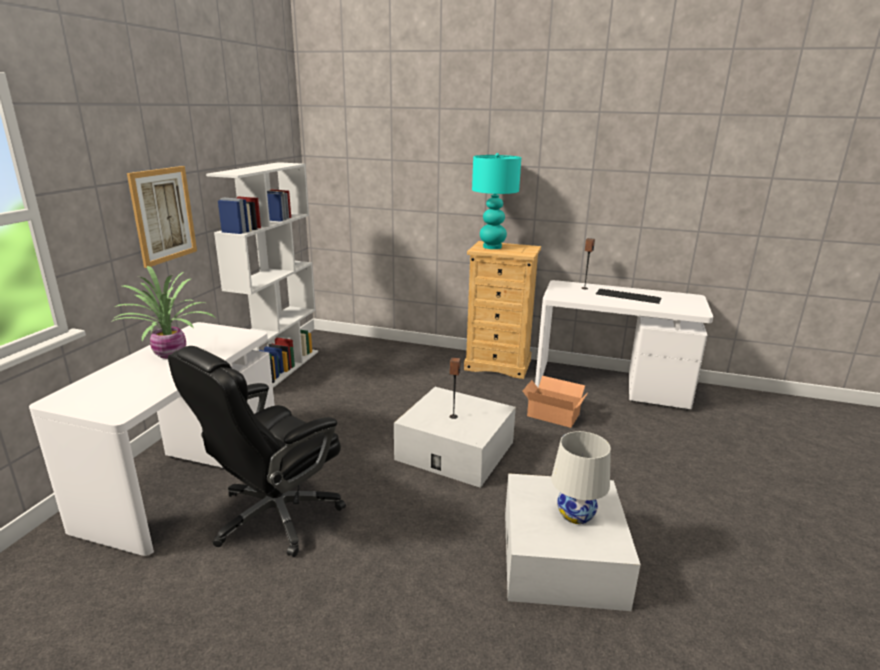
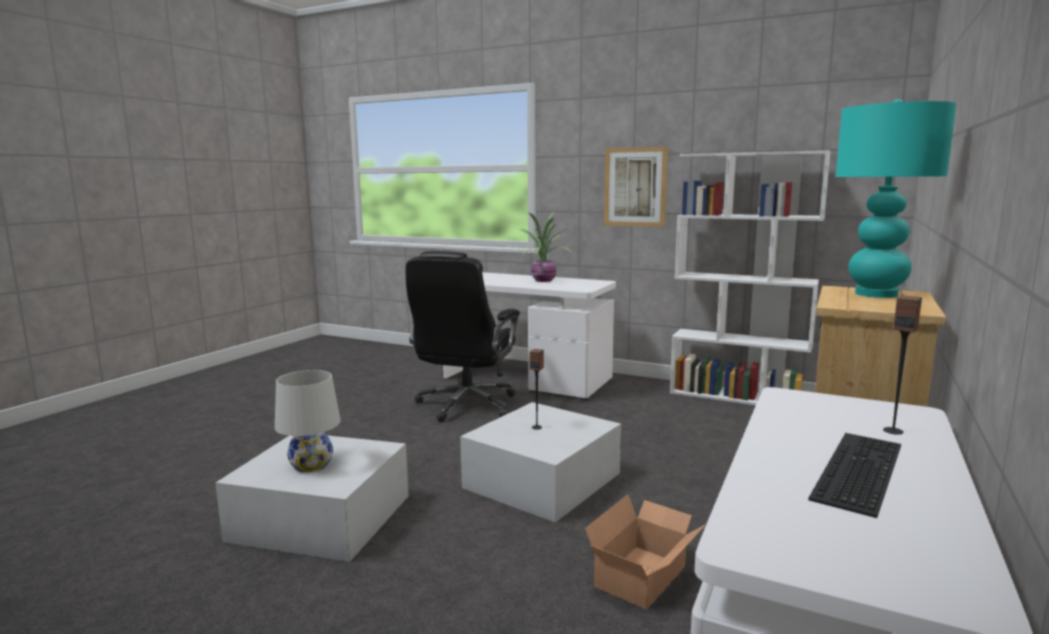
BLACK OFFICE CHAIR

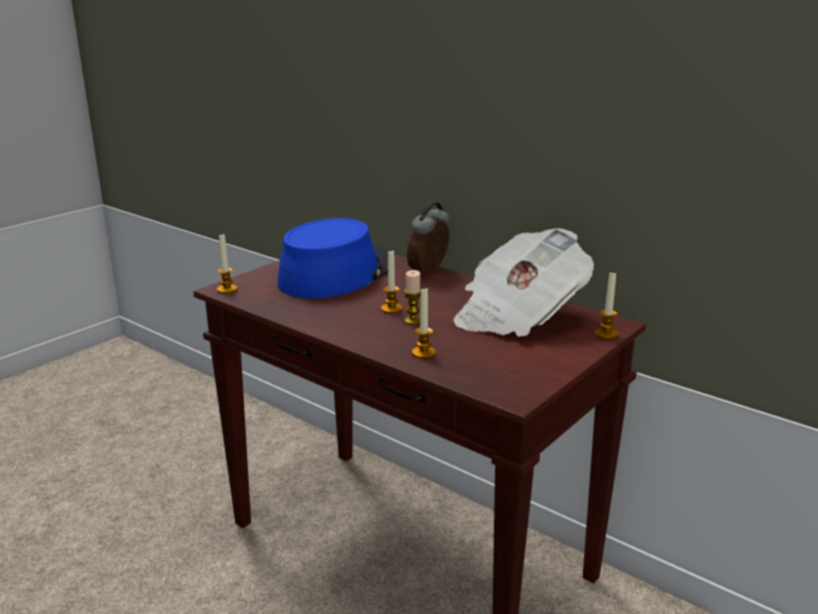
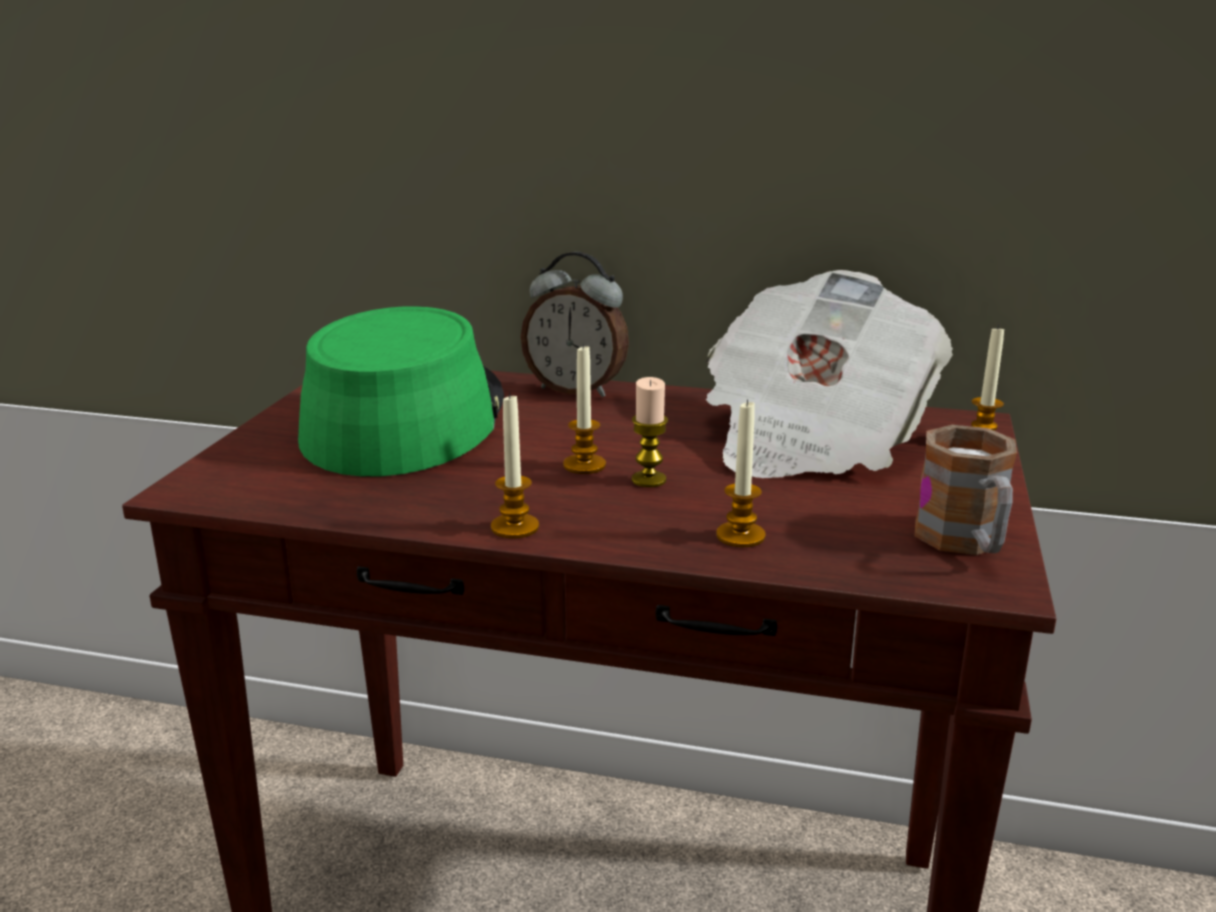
CANDLE (no. 1 from left)
GREEN HAT
ALARM CLOCK
MUG

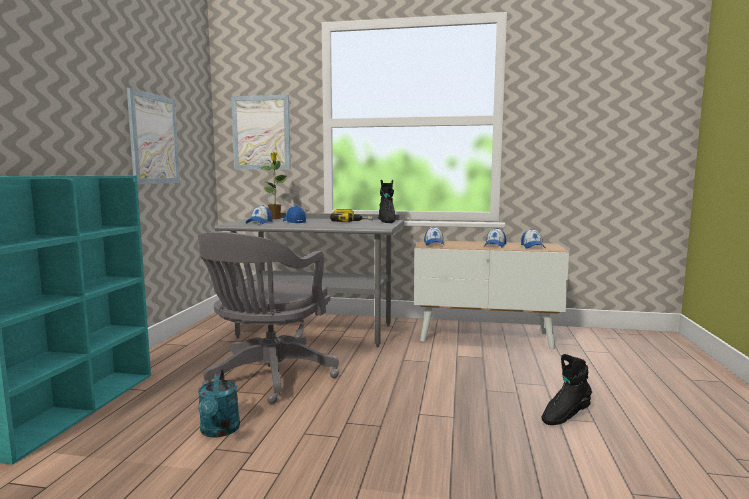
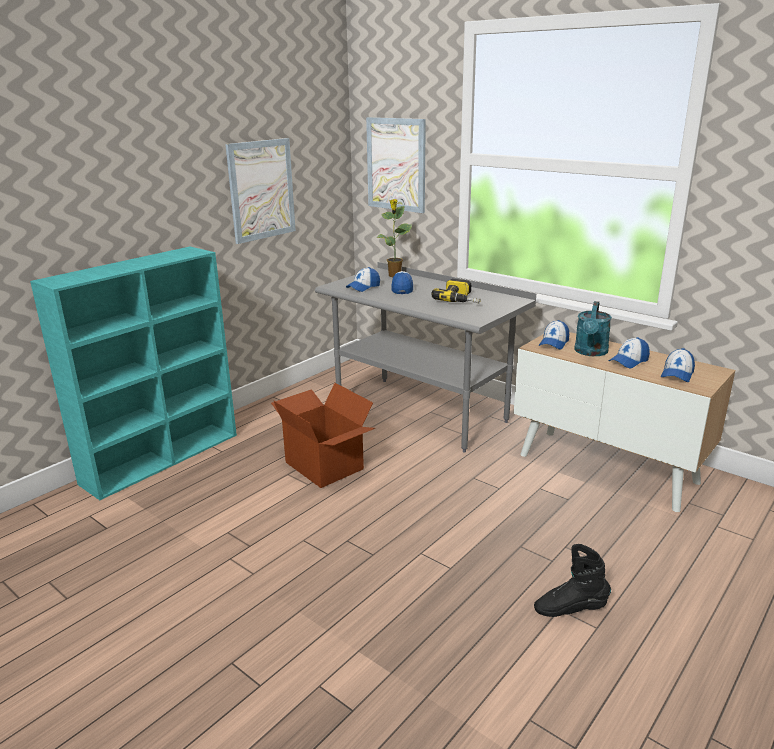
CARDBOARD BOX
TURQUOISE WATERING CAN
BLACK BOOT (no. 1 from left in the first image)

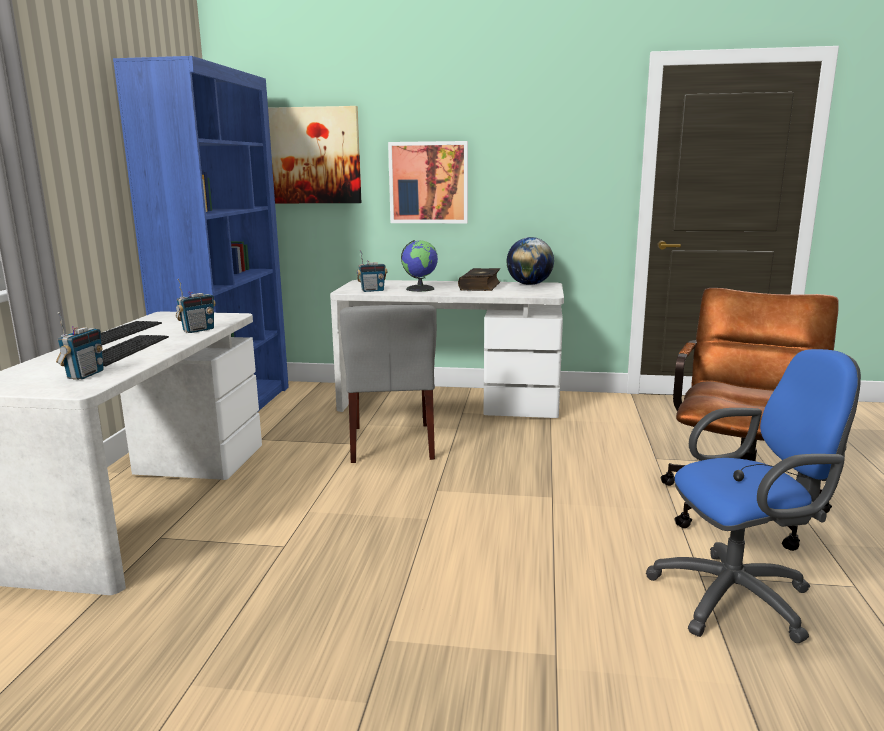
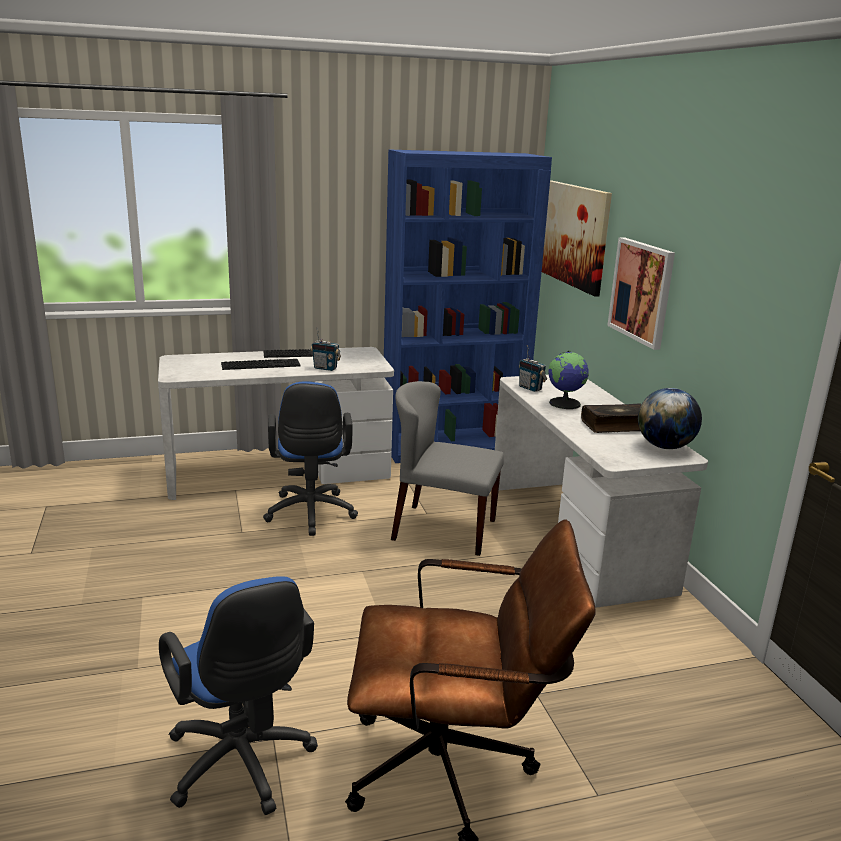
RADIO (no. 1 from left in the first image)
GREY CHAIR
BLUE OFFICE CHAIR (no. 2 from left)

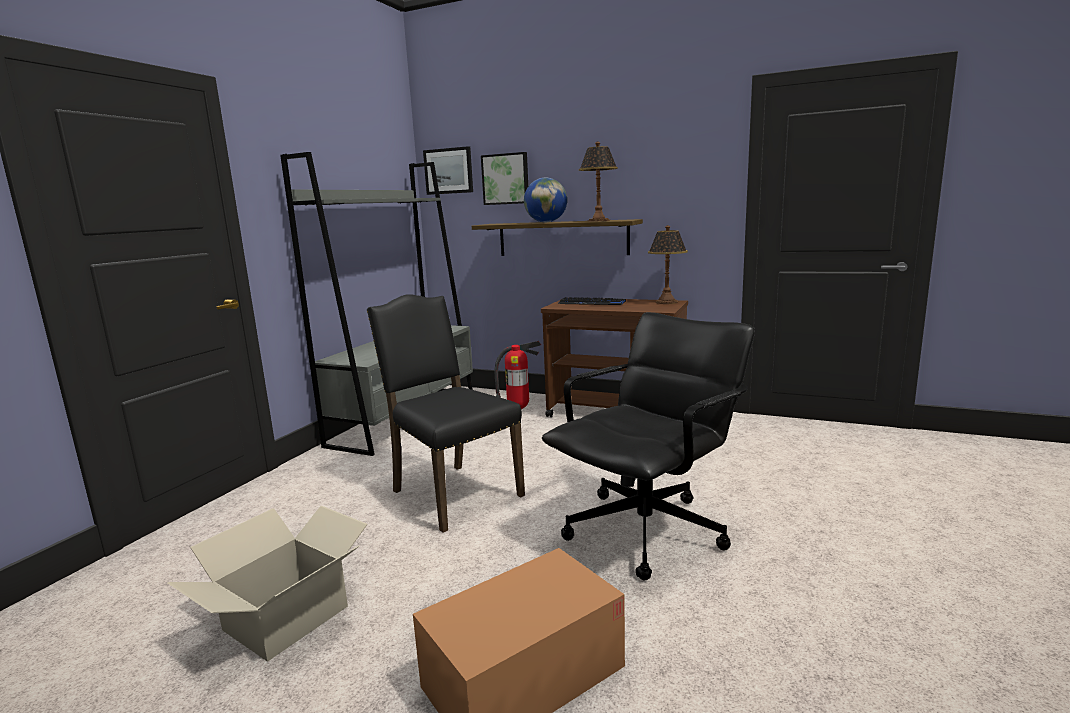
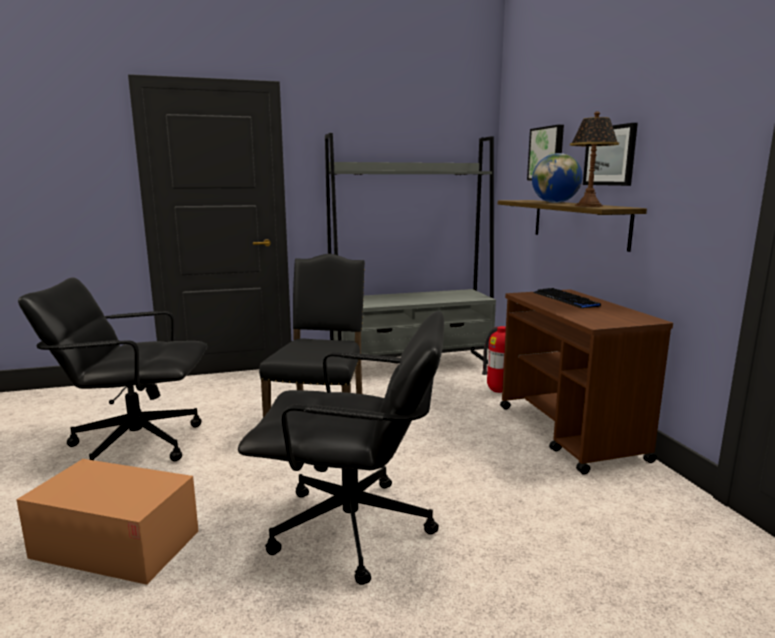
BLACK OFFICE CHAIR (no. 1 from left)
PICTURE (no. 2 from left)
TABLE LAMP (no. 2 from left in the first image)

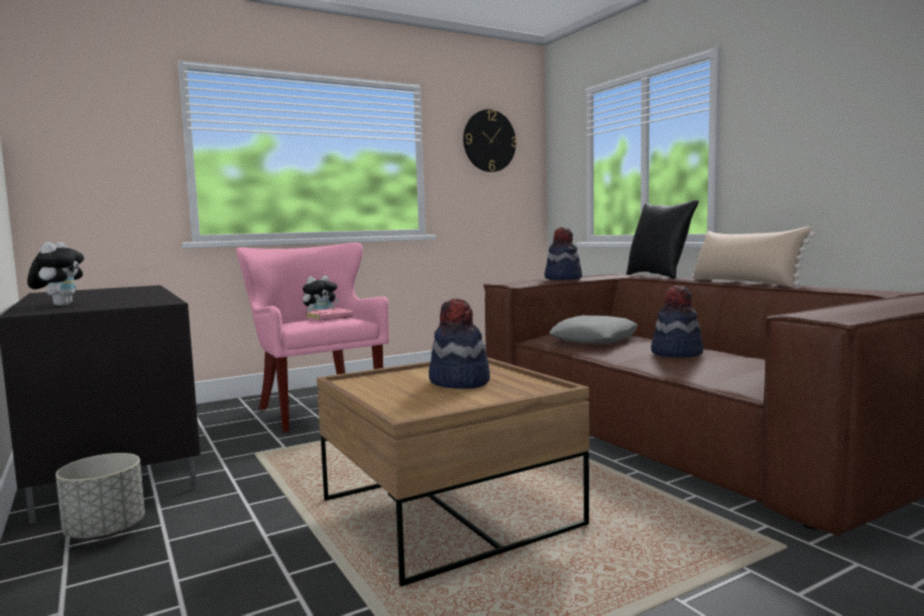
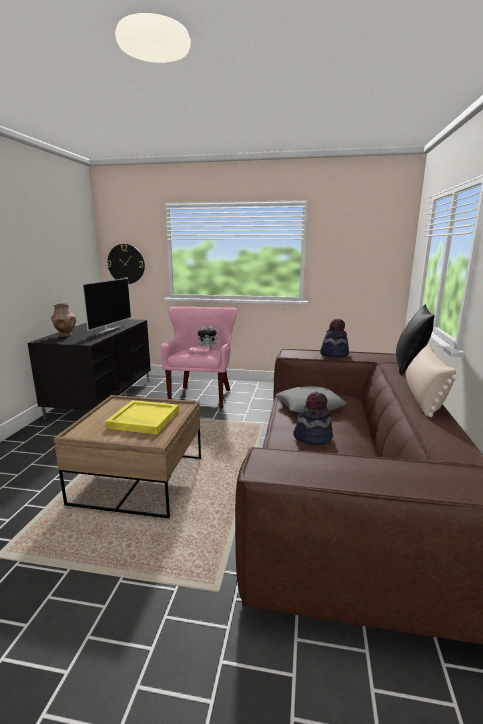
BROWN VASE
GREY PLANTER
YELLOW TRAY
WALL CLOCK
TELEVISION

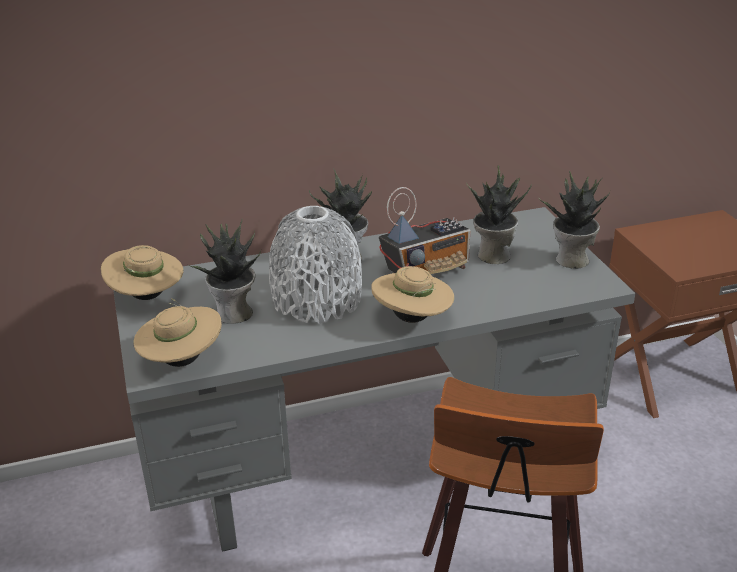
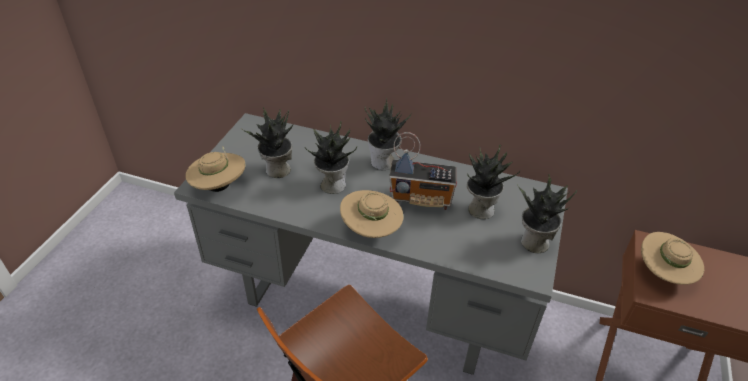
BEIGE HAT (no. 3 from left)
POTTED PLANT (no. 2 from left)

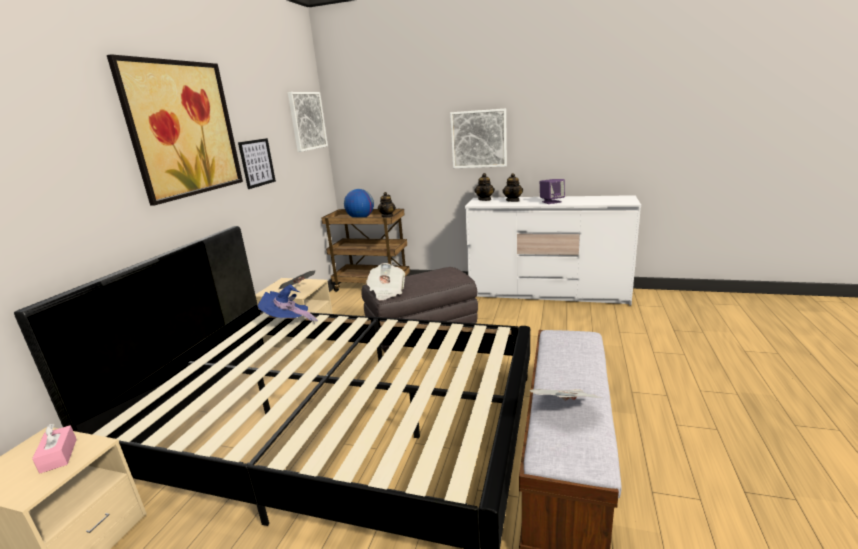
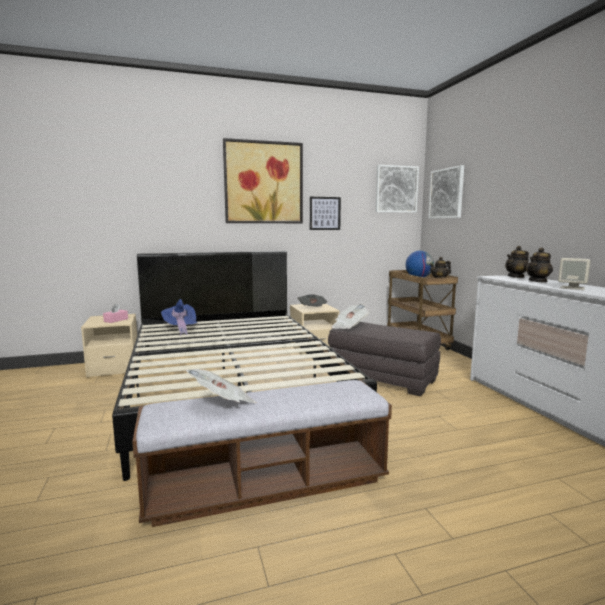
BLUE HAT
PICTURE (no. 4 from left)
BEIGE SPEAKER

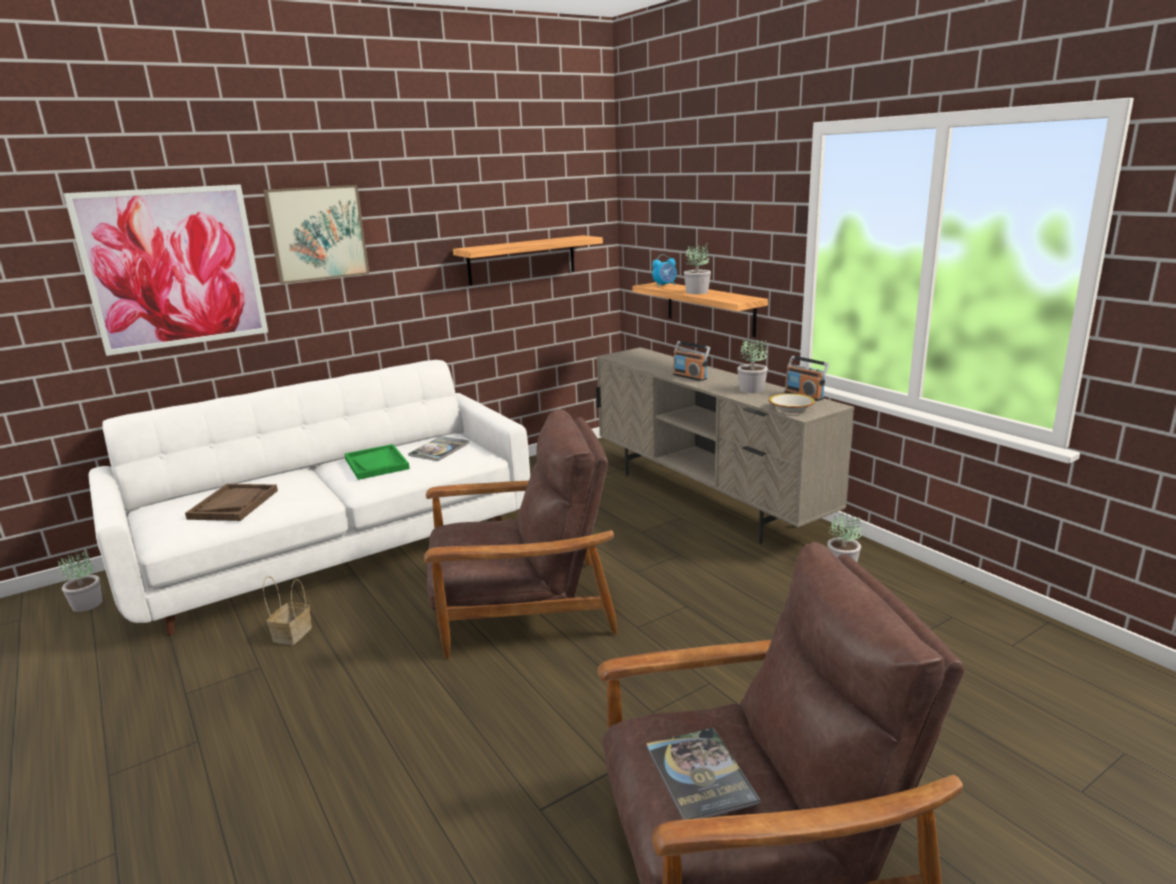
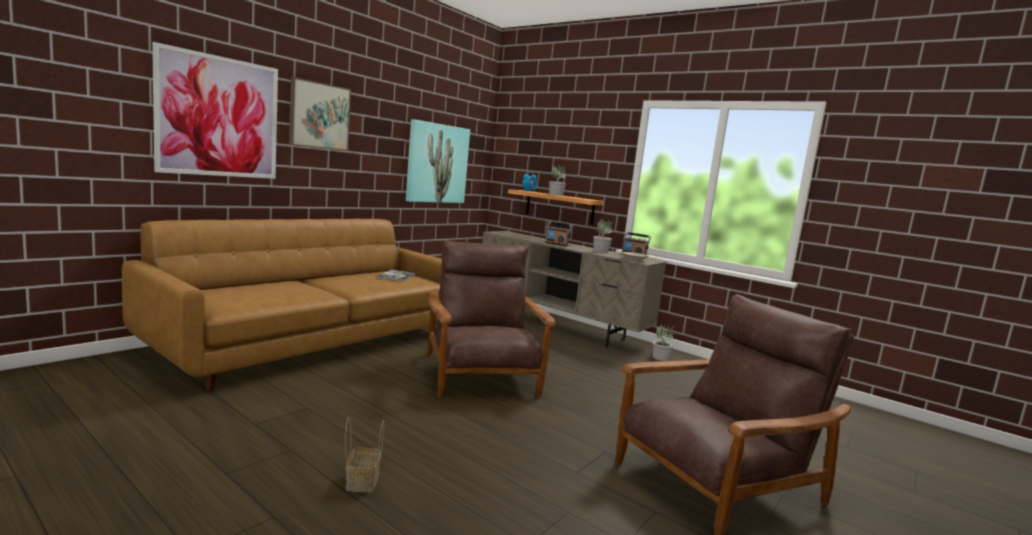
POTTED PLANT (no. 1 from left in the first image)
BROWN SOFA
BROWN TRAY
BASKET
GREEN TRAY
BROWN ARMCHAIR (no. 1 from left)
PICTURE (no. 3 from left)
BOOK (no. 2 from left in the first image)

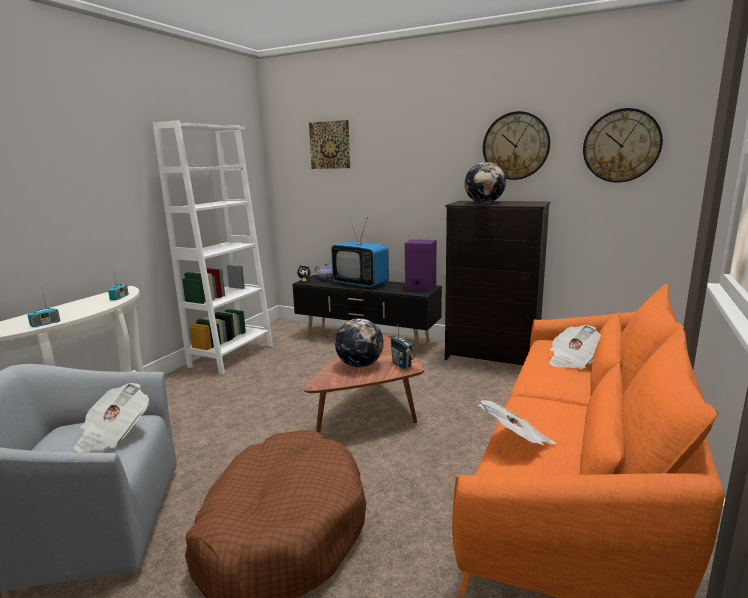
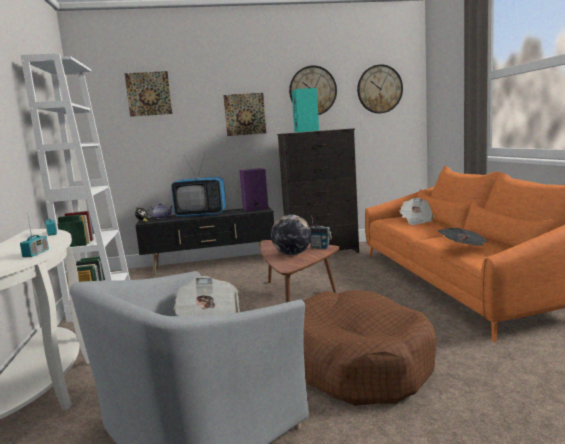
TURQUOISE SPEAKER
PICTURE (no. 2 from left)

